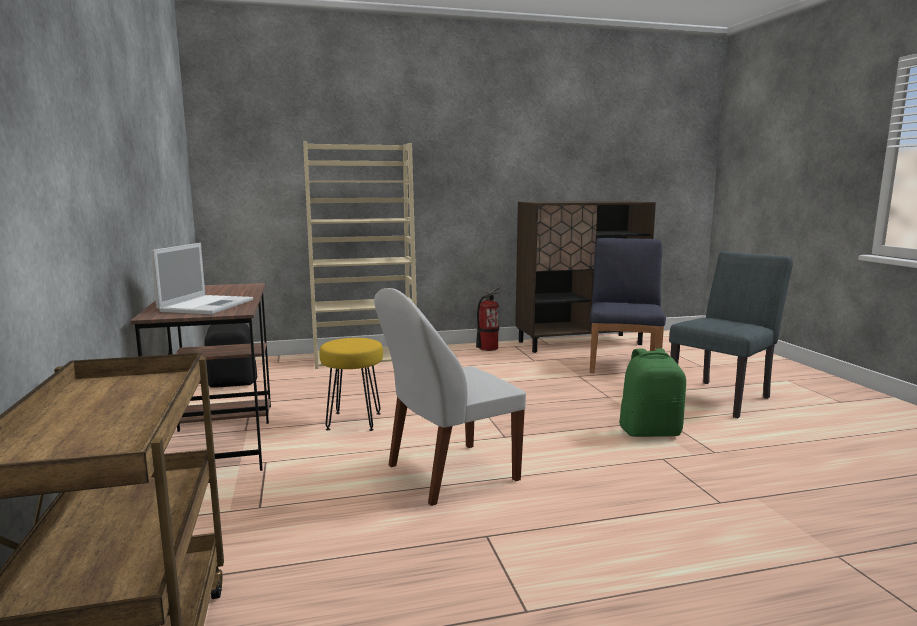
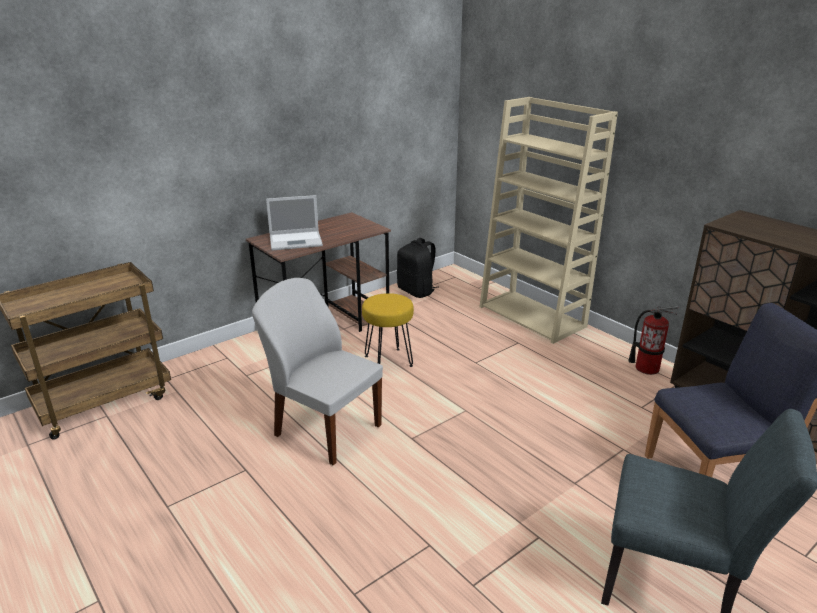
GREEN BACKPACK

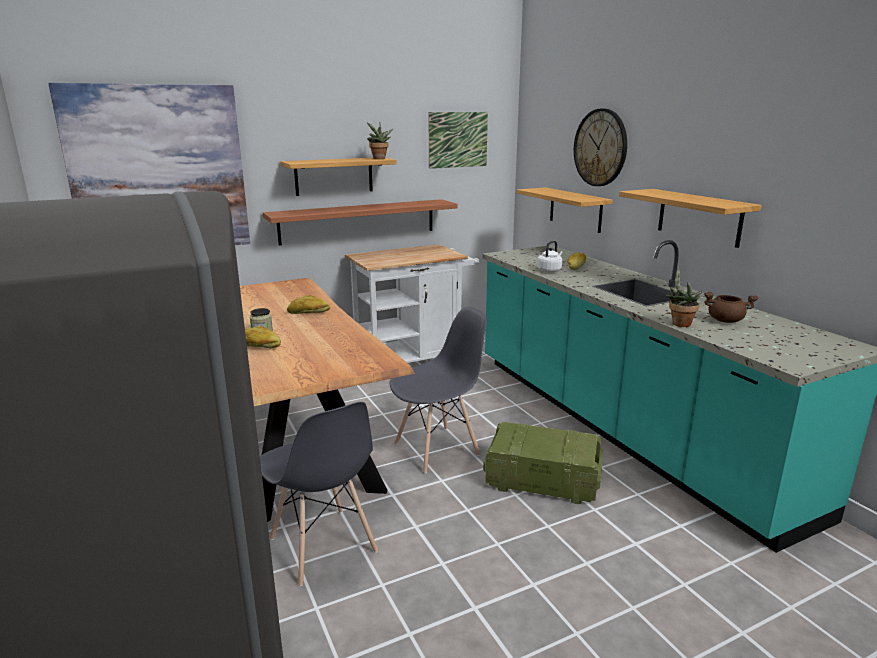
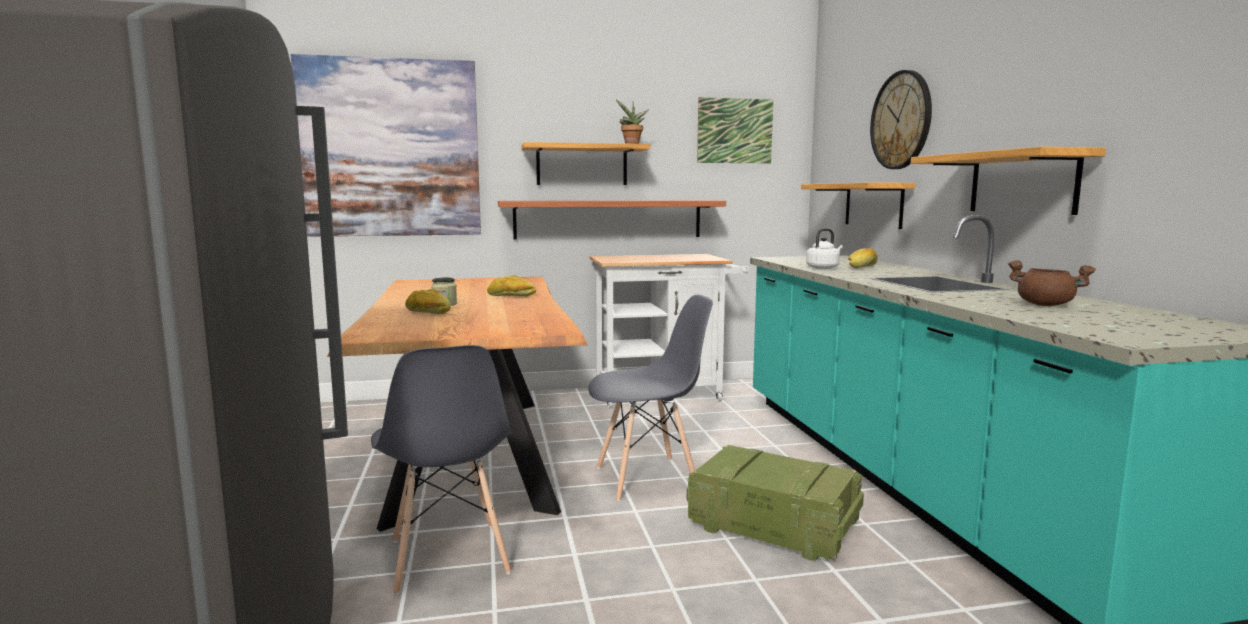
POTTED PLANT (no. 2 from left in the first image)

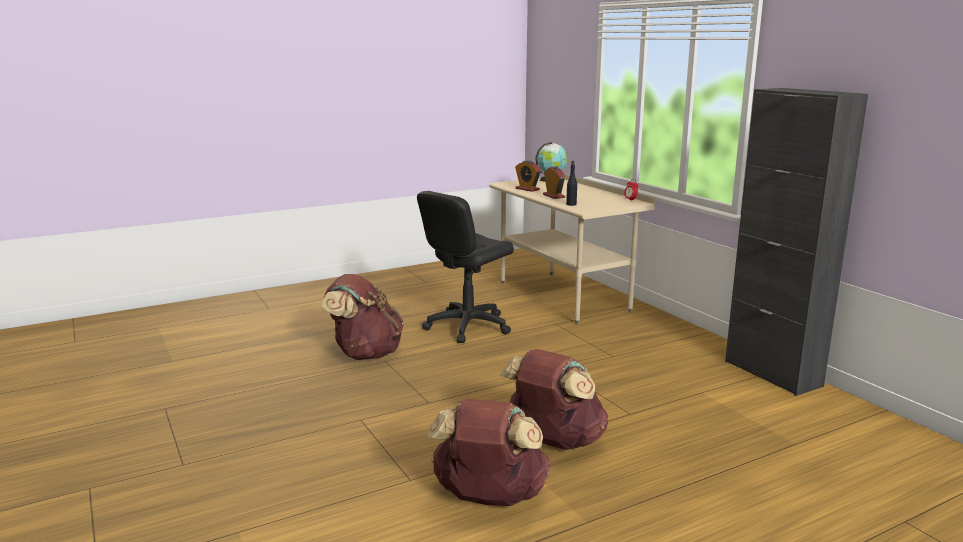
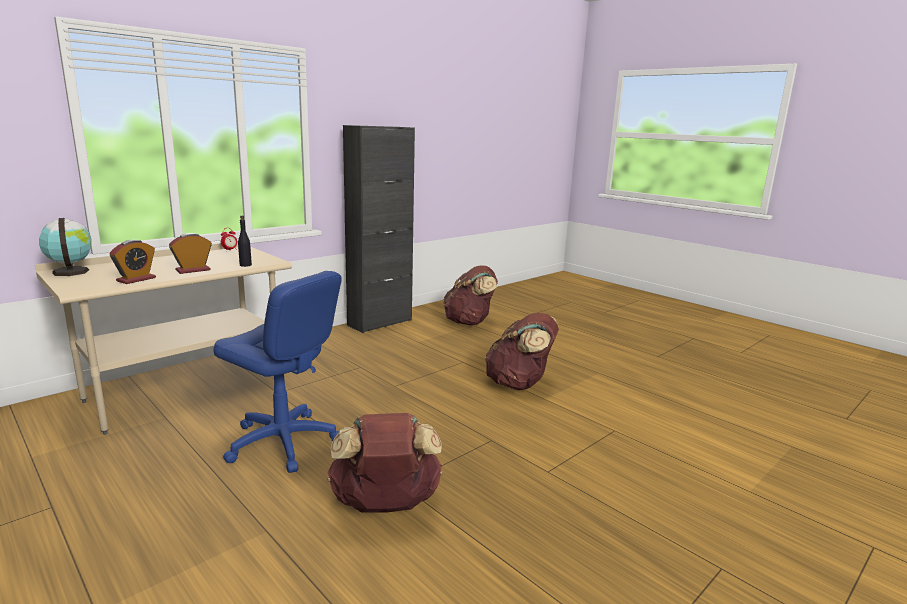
BLUE OFFICE CHAIR
BROWN BACKPACK (no. 2 from left)

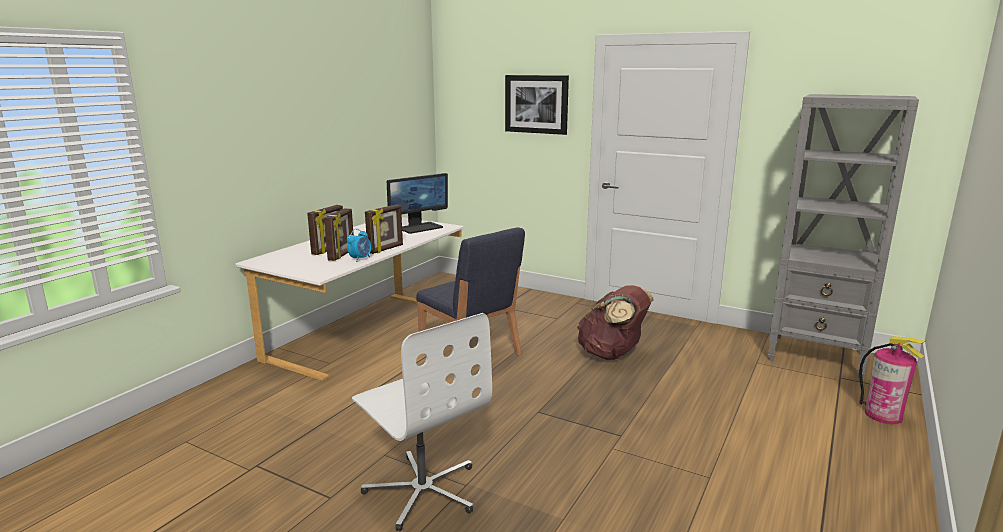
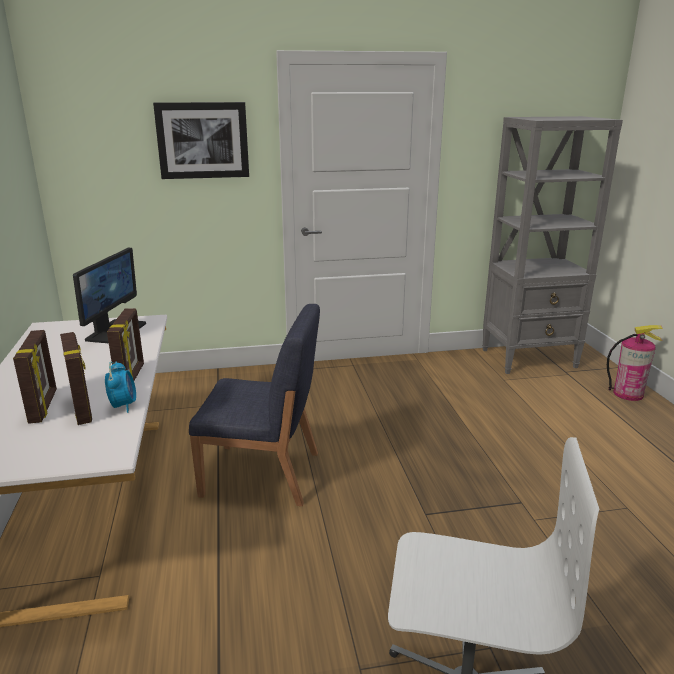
BROWN BACKPACK

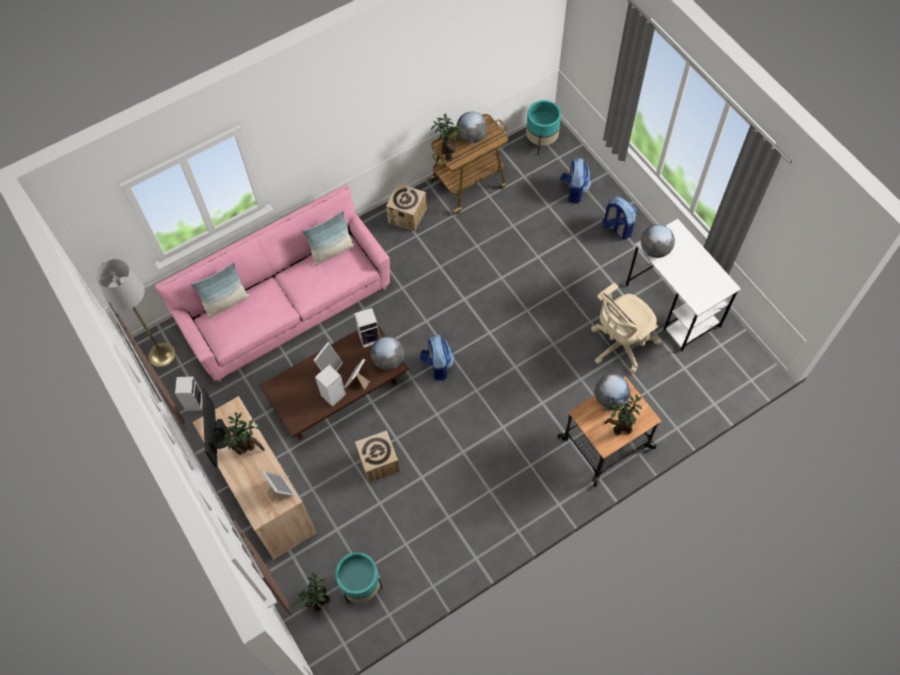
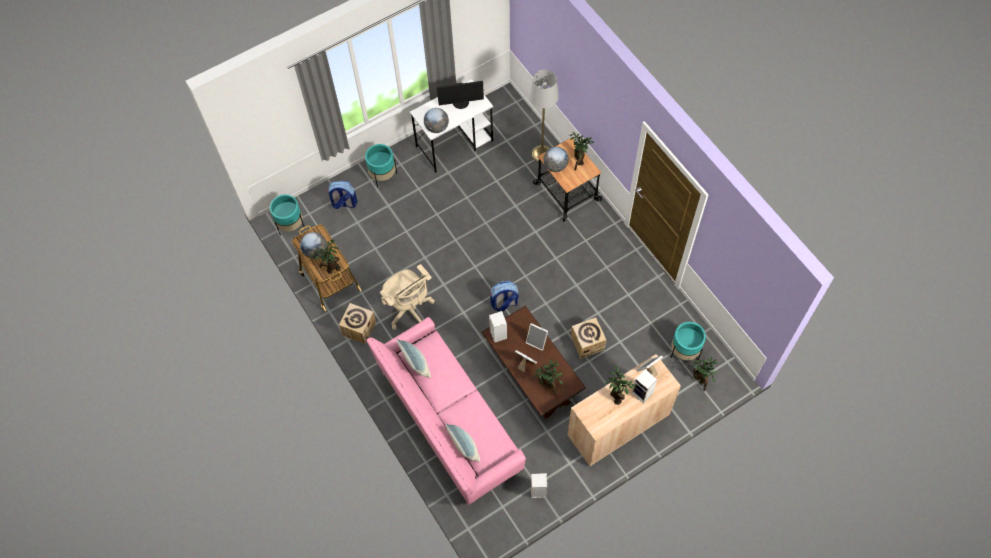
GREY FLOOR LAMP
MONITOR
SPEAKER (no. 3 from left)
GLOBE (no. 1 from left in the first image)
BEIGE OFFICE CHAIR
TURQUOISE PLANTER (no. 2 from left)
POTTED PLANT (no. 2 from left)

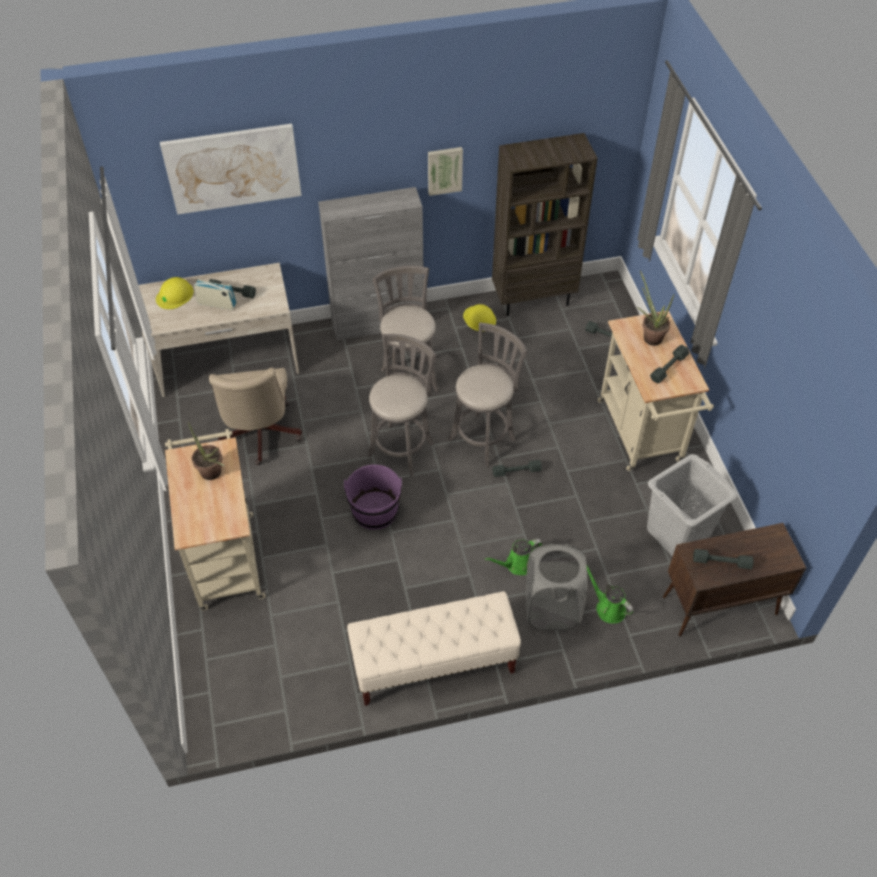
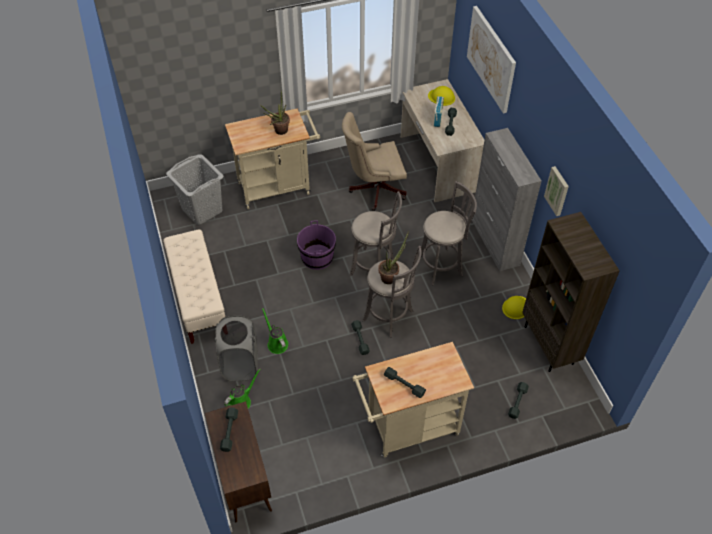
POTTED PLANT (no. 2 from left)
GREY LAUNDRY BASKET (no. 1 from left)

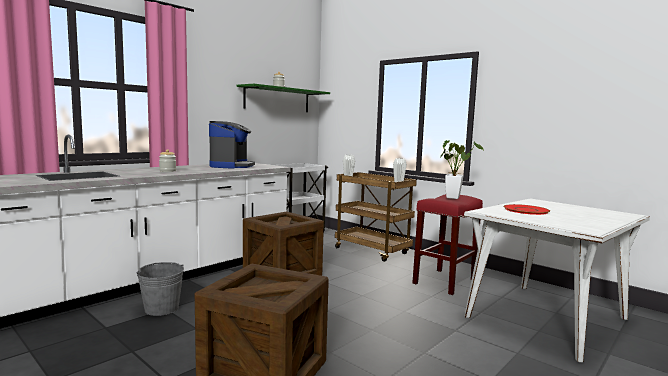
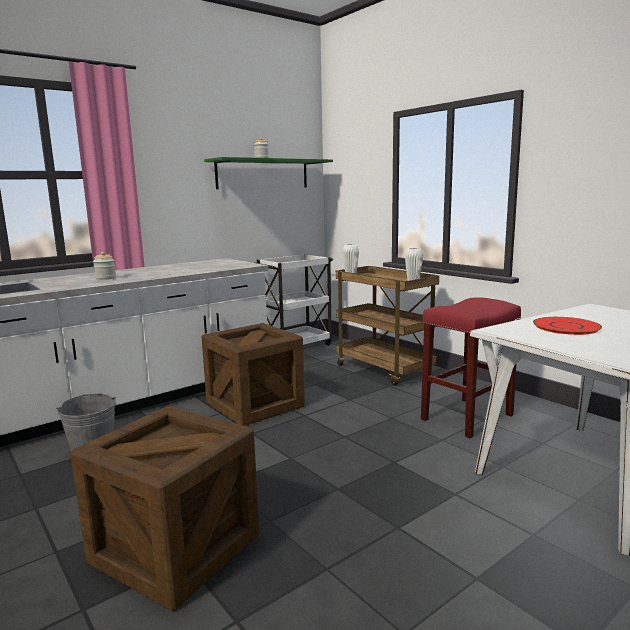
COFFEE MACHINE
POTTED PLANT

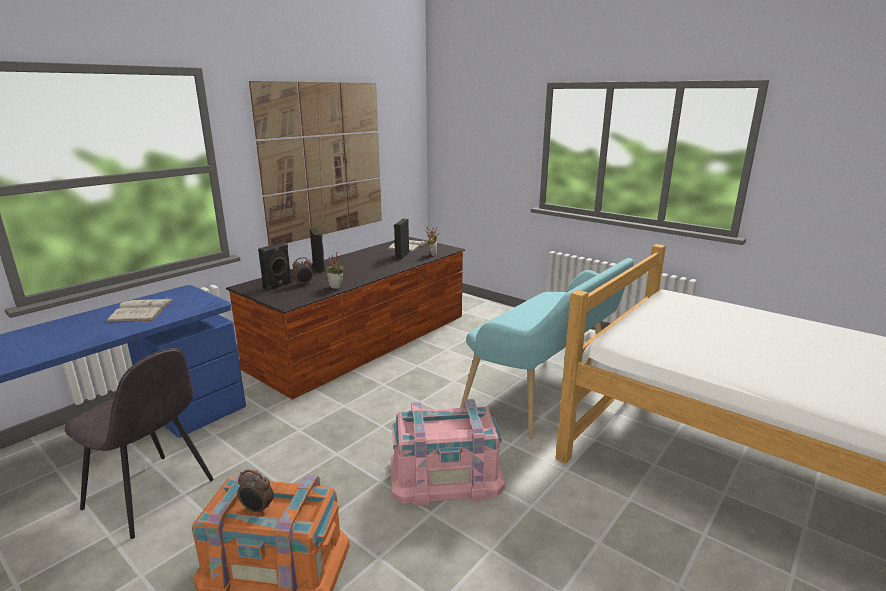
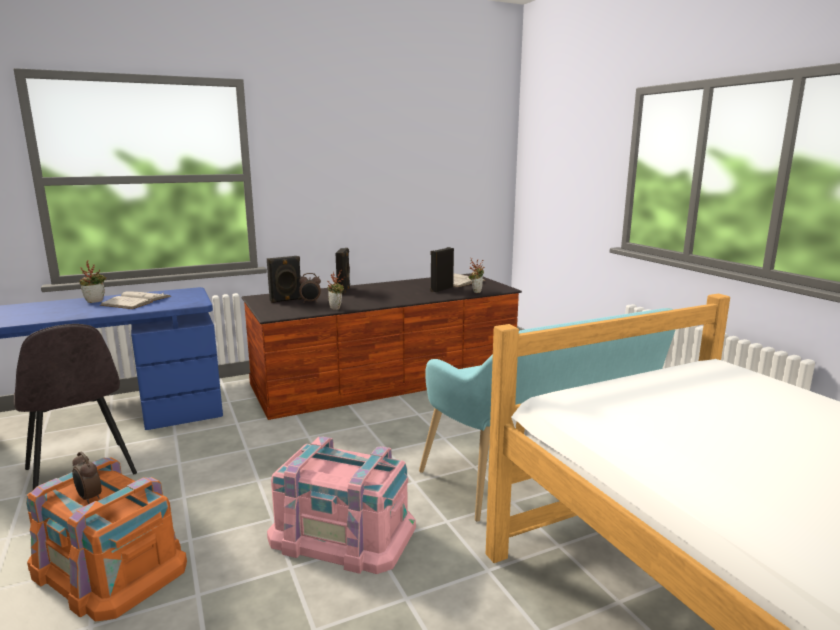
PICTURE
POTTED PLANT (no. 1 from left)

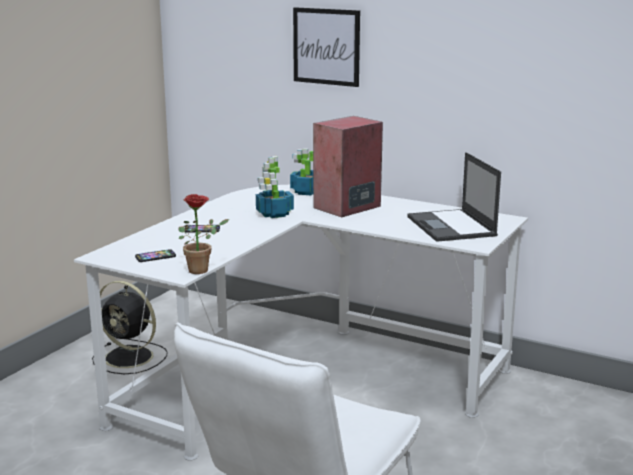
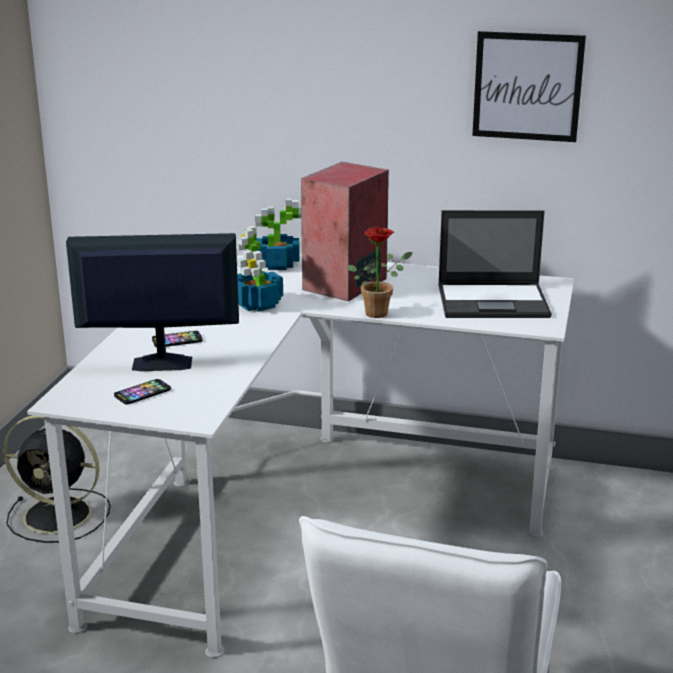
POTTED PLANT (no. 3 from left)
PICTURE
LAPTOP
MONITOR

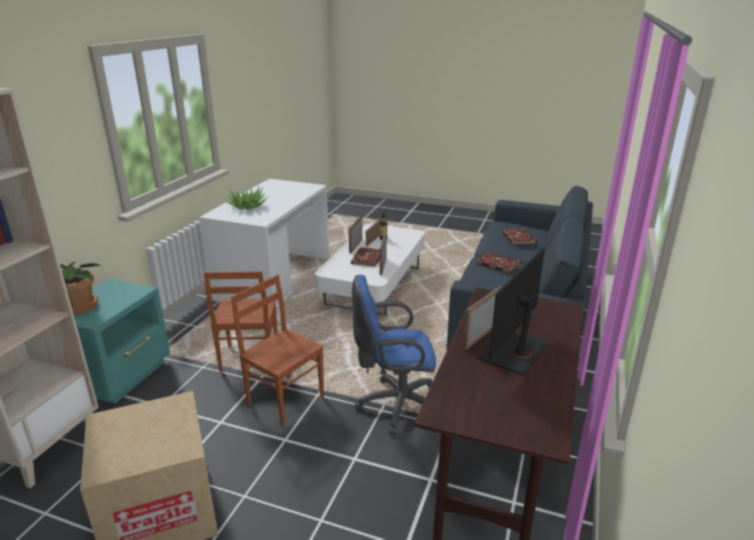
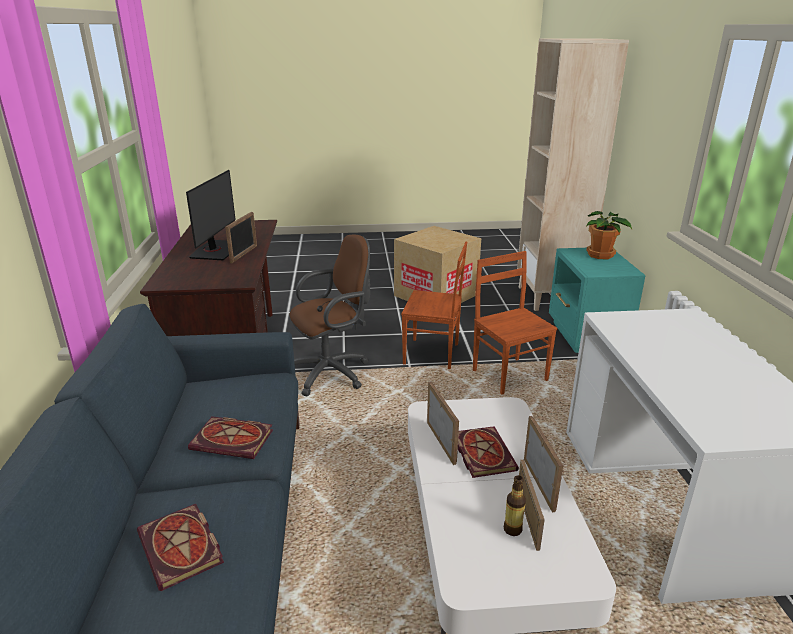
POTTED PLANT (no. 2 from left in the first image)
BROWN OFFICE CHAIR

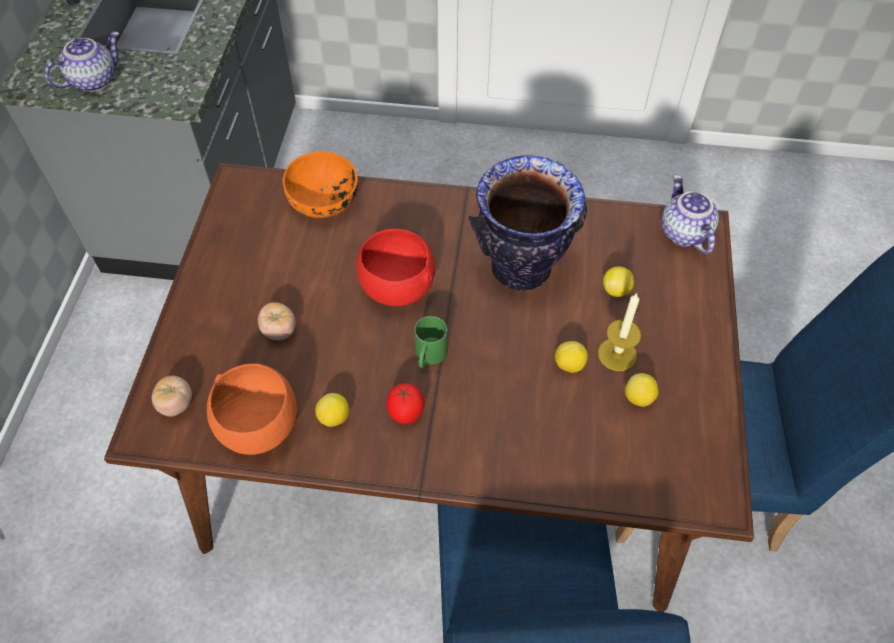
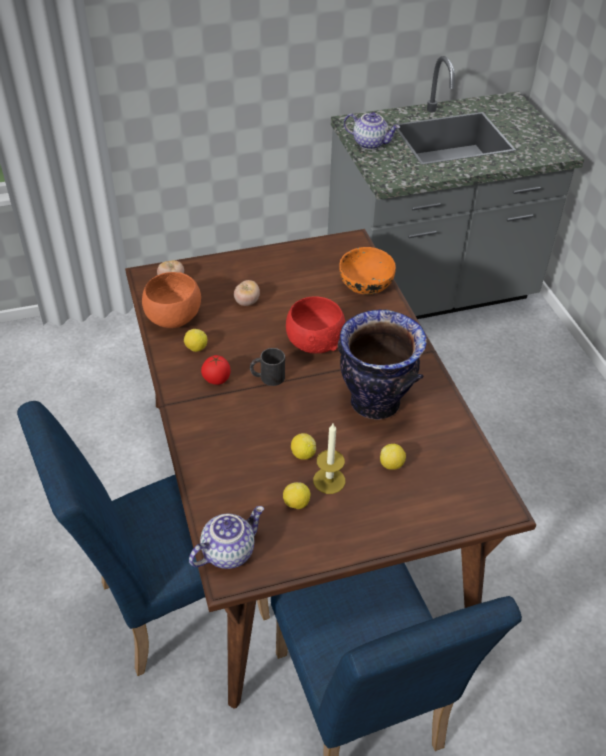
BLACK MUG
TEAPOT (no. 1 from left)

